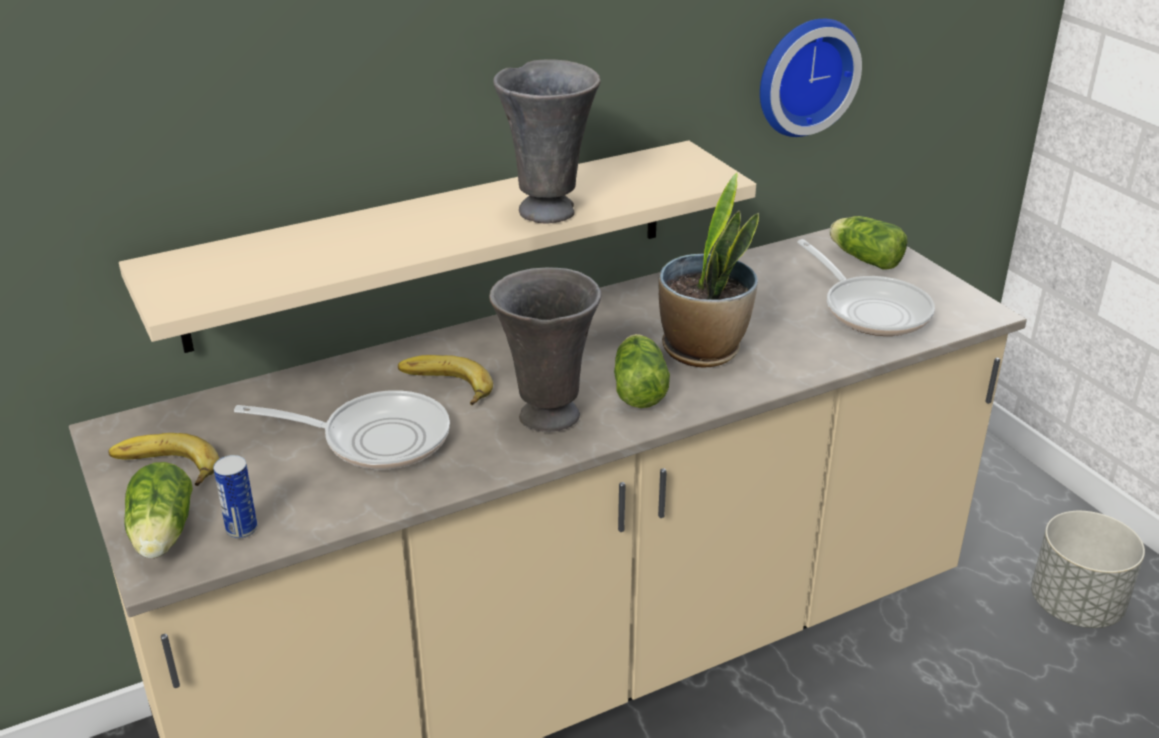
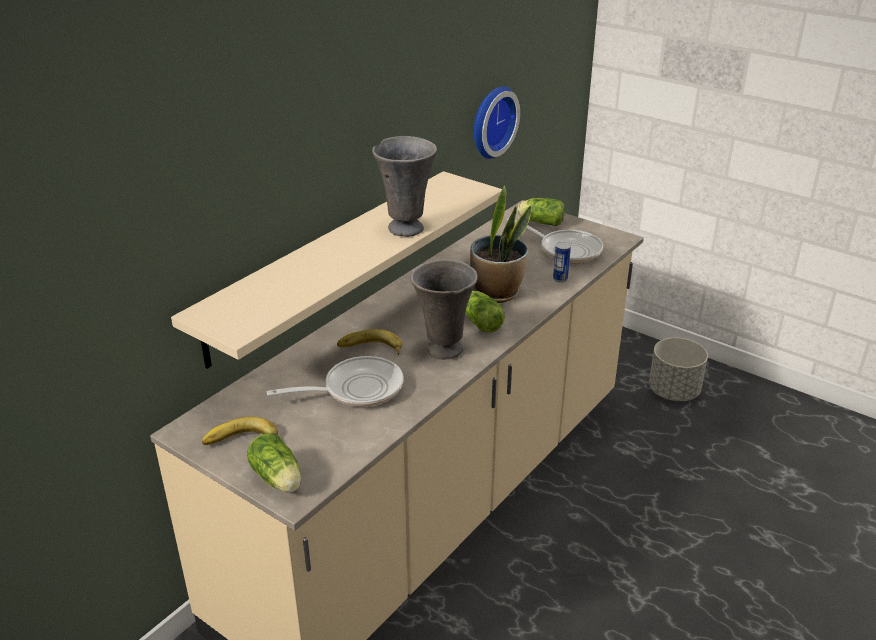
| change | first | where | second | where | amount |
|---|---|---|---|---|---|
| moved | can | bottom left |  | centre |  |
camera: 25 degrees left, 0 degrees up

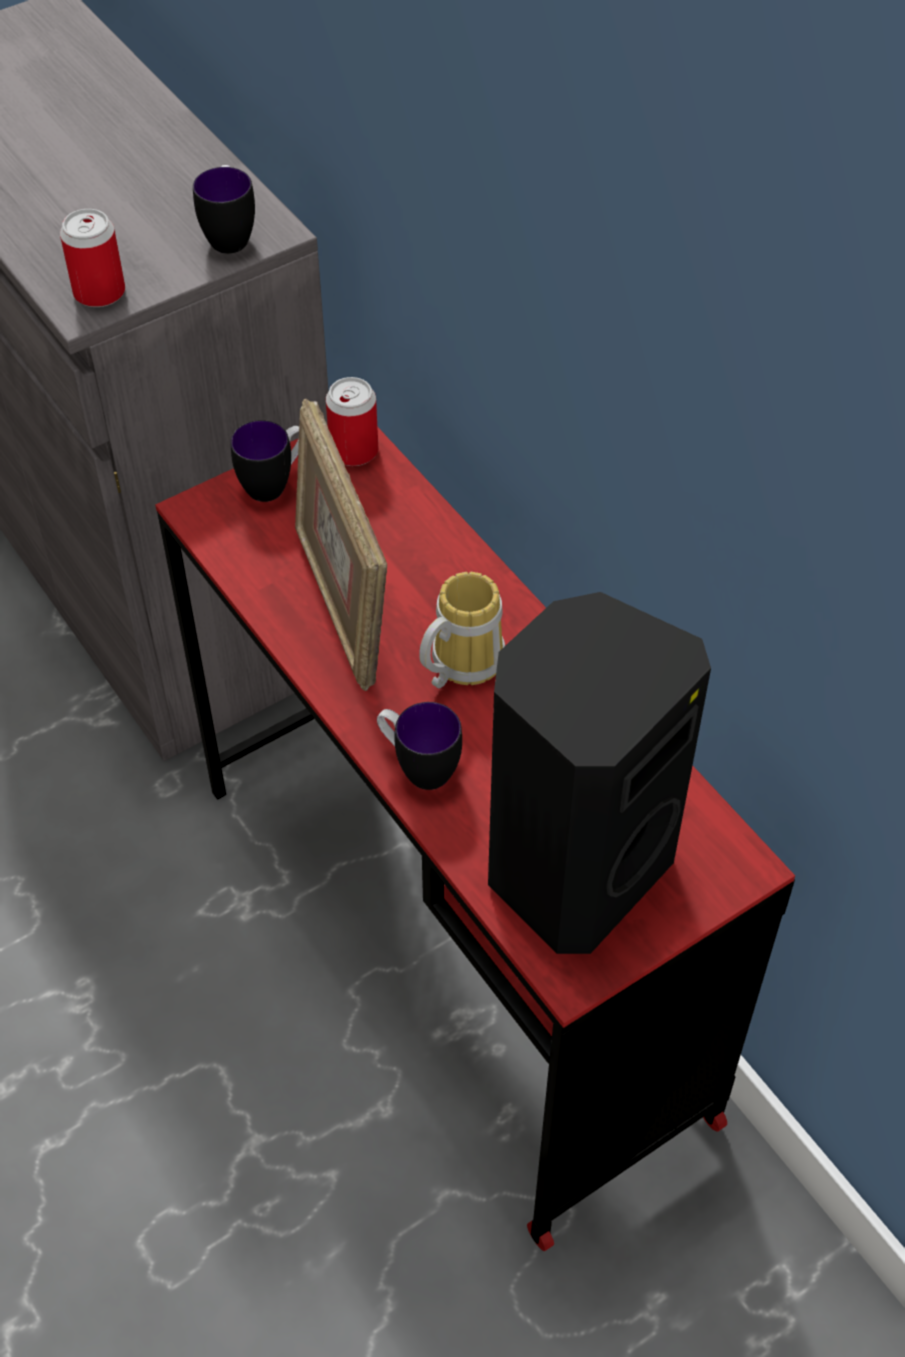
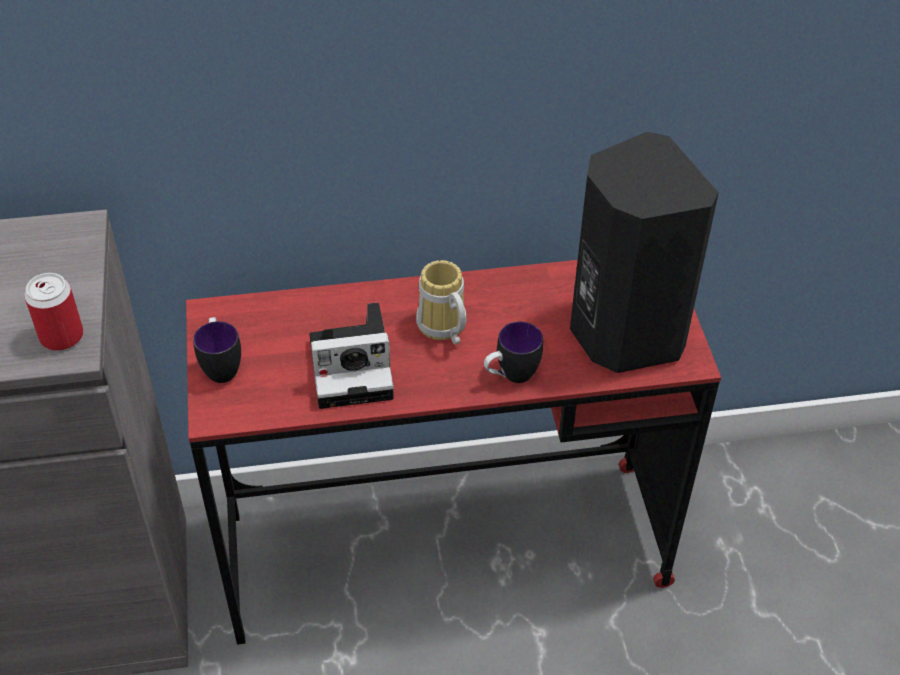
| change | first | where | second | where | amount |
|---|---|---|---|---|---|
| removed | mug (1st from left) | top left |  |  |  |
| removed | can (2nd from left) | top centre |  |  |  |
| replaced | picture frame | centre | photo camera | centre |  |
camera: 65 degrees left, 5 degrees down

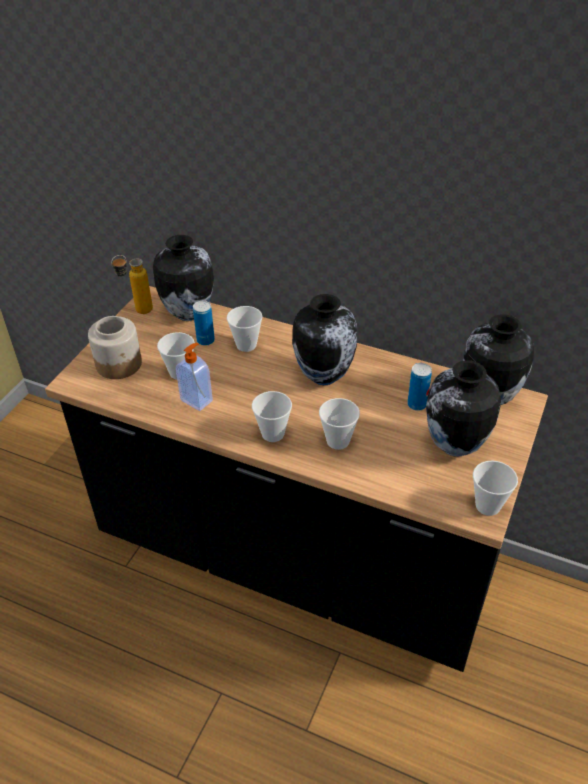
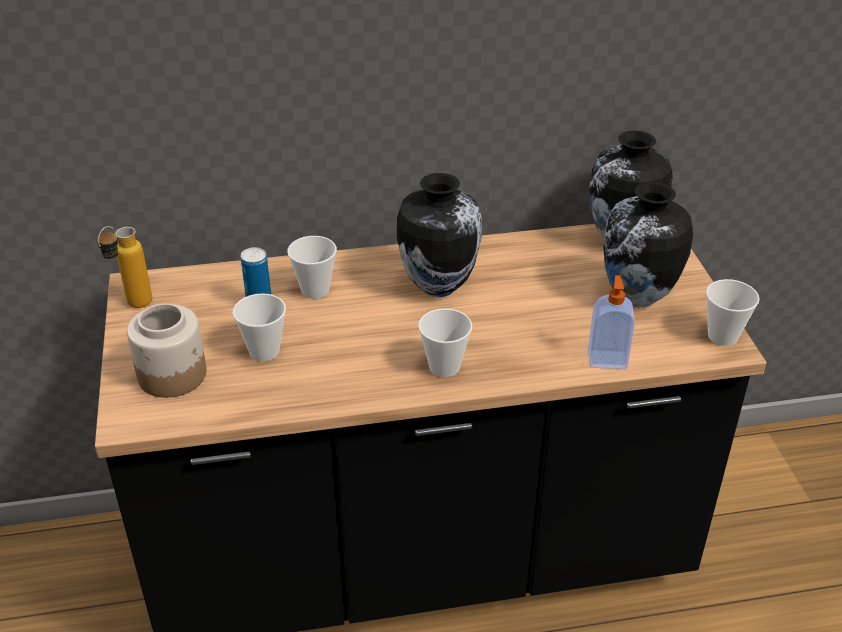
| change | first | where | second | where | amount |
|---|---|---|---|---|---|
| removed | vase (1st from left) | middle left |  |  |  |
| moved | soap dispenser | middle left |  | middle right |  |
| removed | can (2nd from left) | middle right |  |  |  |
| removed | cup (4th from left) | centre |  |  |  |
camera: 35 degrees left, 5 degrees down

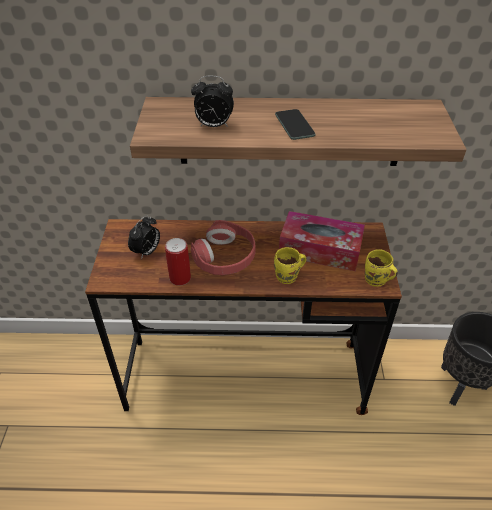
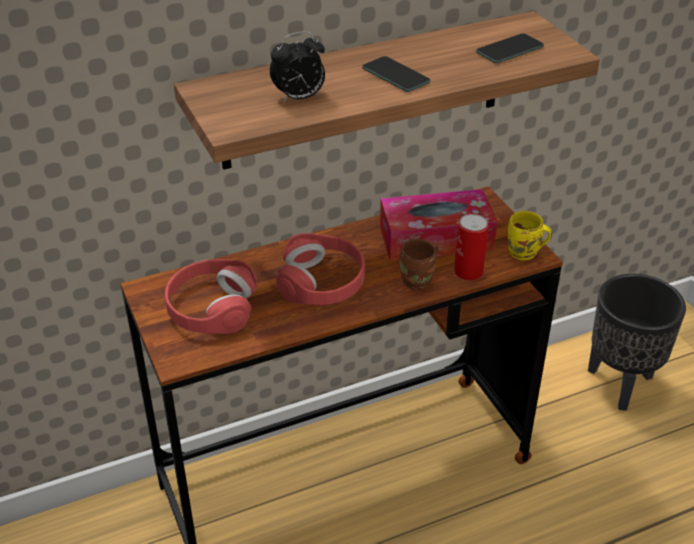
| change | first | where | second | where | amount |
|---|---|---|---|---|---|
| replaced | alarm clock (1st from left) | middle left | headphones/red (1st from left) | middle left |  |
| moved | can | centre |  | middle right |  |
| recoloured | mug/yellow (1st from left) | centre | mug/brown | centre |  |
| added |  |  | phone (2nd from left) | top right |  |
camera: 25 degrees left, 5 degrees down

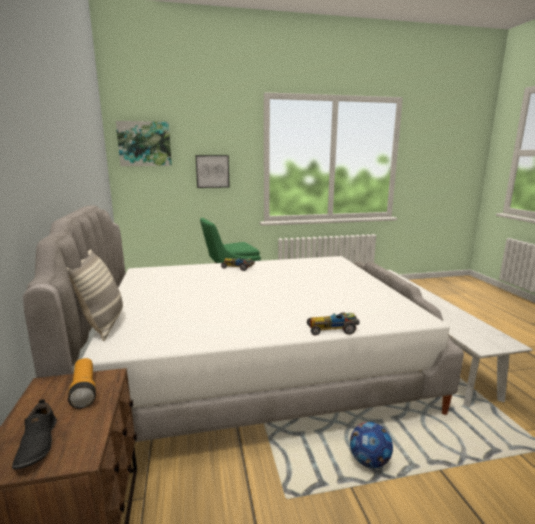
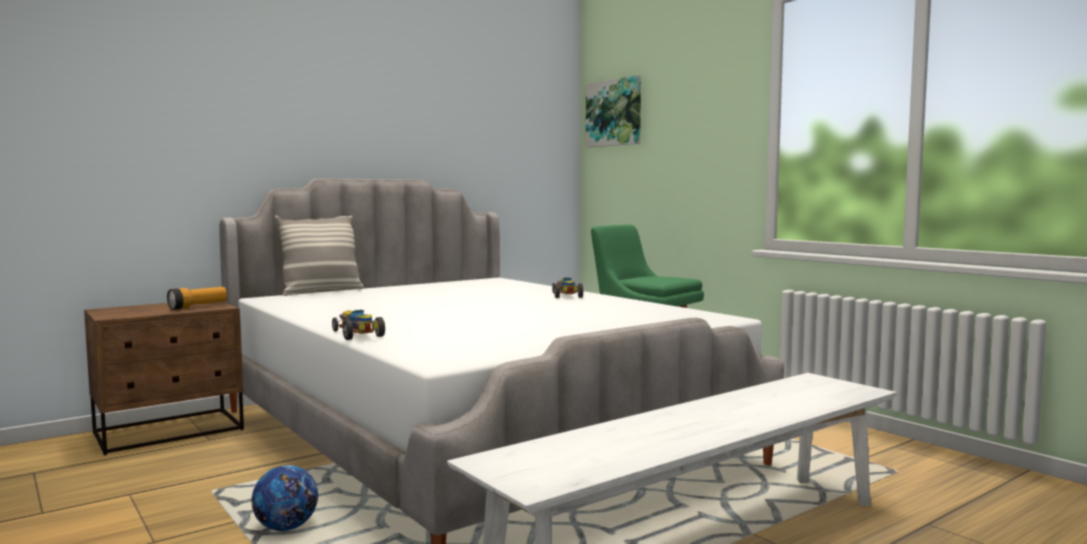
| change | first | where | second | where | amount |
|---|---|---|---|---|---|
| removed | picture (2nd from left) | top centre |  |  |  |
| removed | shoe/black | bottom left |  |  |  |
camera: 65 degrees right, 10 degrees down

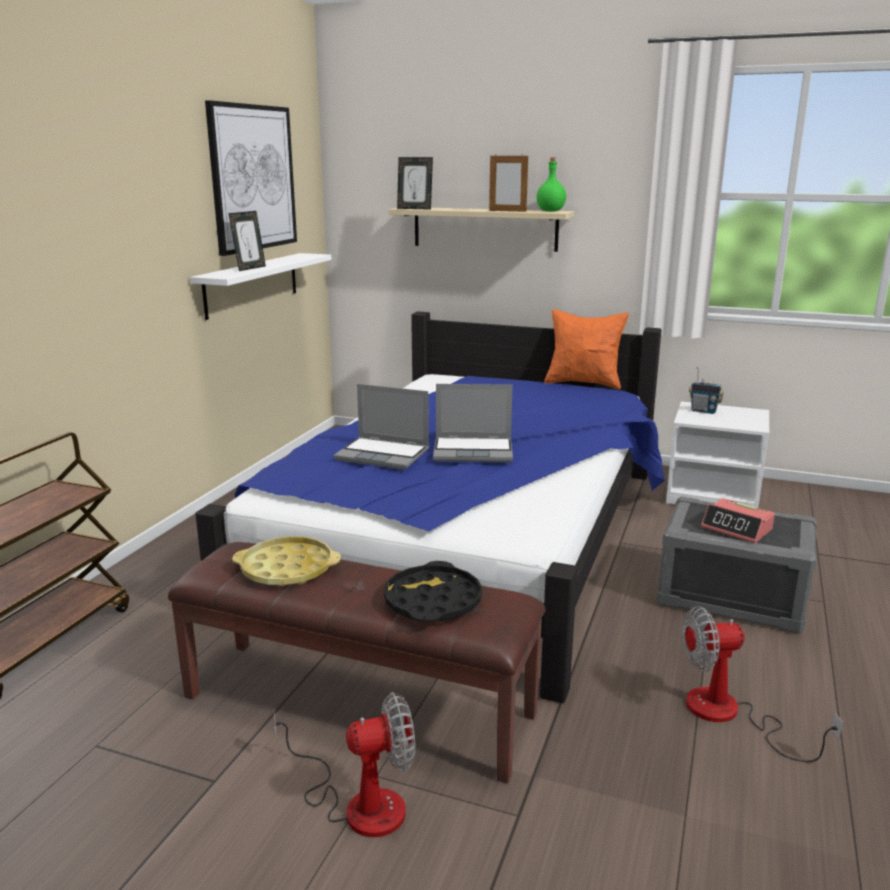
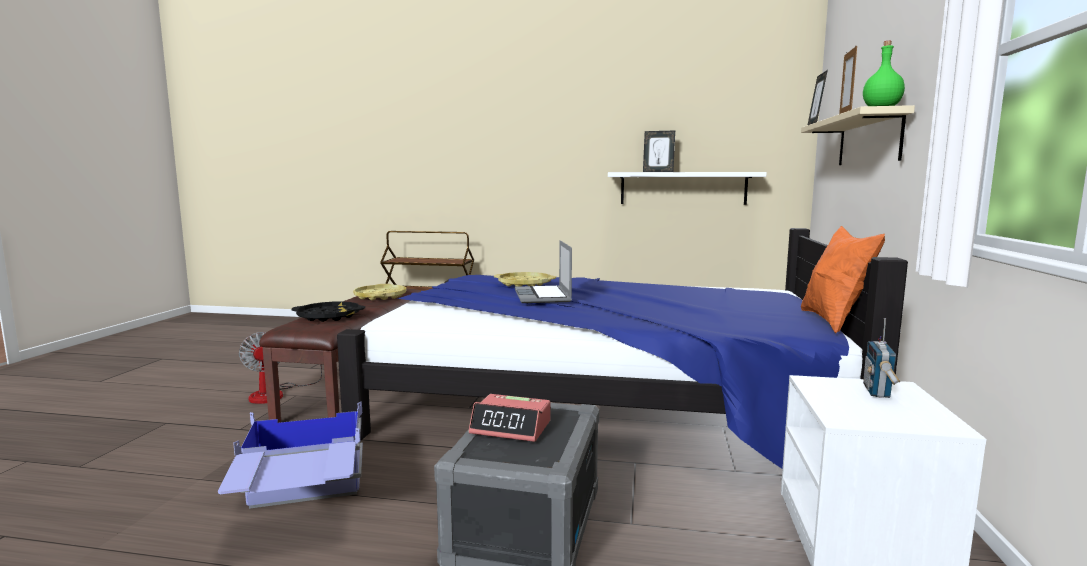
| change | first | where | second | where | amount |
|---|---|---|---|---|---|
| removed | picture | top left |  |  |  |
| replaced | laptop (1st from left) | centre | tray/yellow (2nd from left) | centre |  |
| turned | alarm clock | middle right |  | bottom centre | 105 degrees counterclockwise |
| replaced | fan (2nd from left) | bottom right | storage box/blue | bottom left |  |
camera: 80 degrees right, 10 degrees down

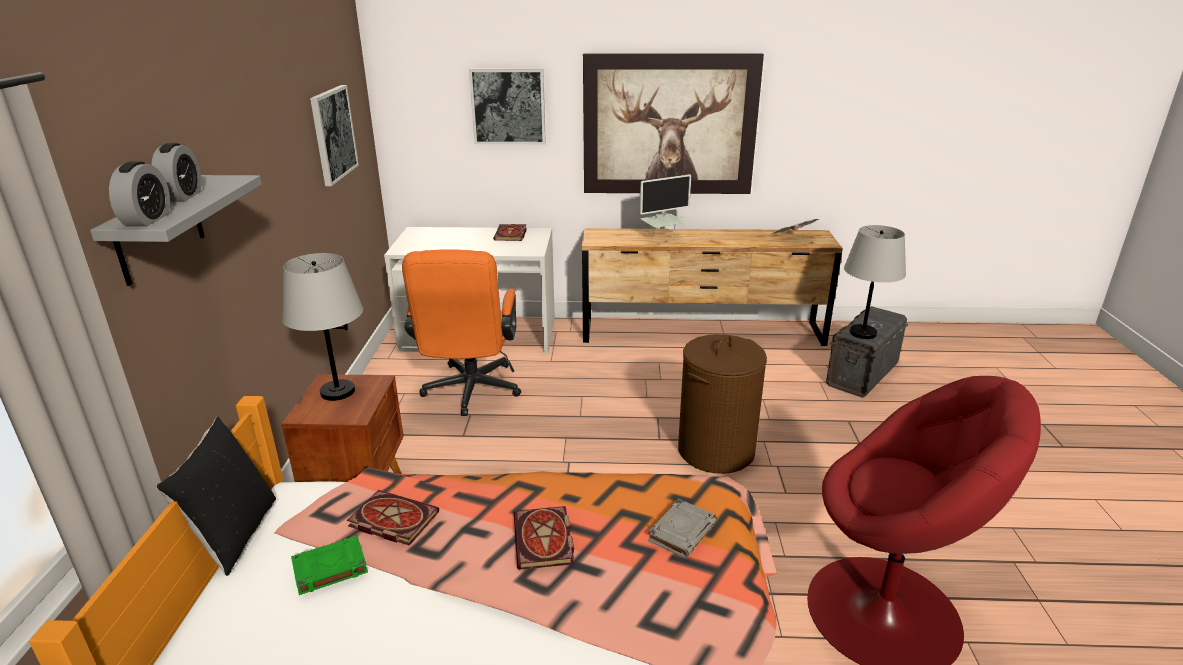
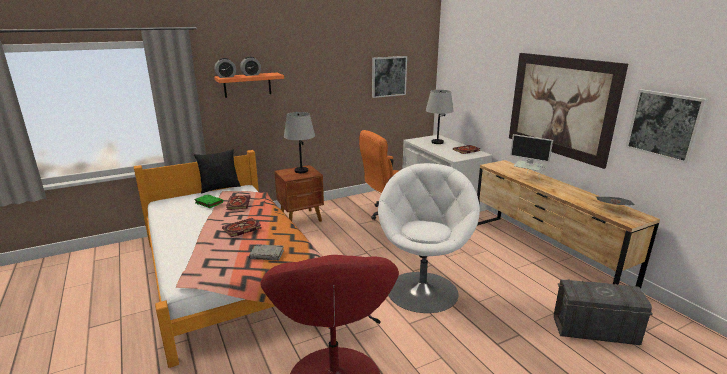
| change | first | where | second | where | amount |
|---|---|---|---|---|---|
| moved | picture (2nd from left in the first image) | top centre | picture (3rd from left) | middle right |  |
| recoloured | shelf/grey | middle left | shelf/orange | top centre |  |
| moved | table lamp/grey (2nd from left) | middle right |  | top centre |  |
| replaced | laundry basket/brown | centre | armchair/white | centre |  |
camera: 60 degrees right, 5 degrees down

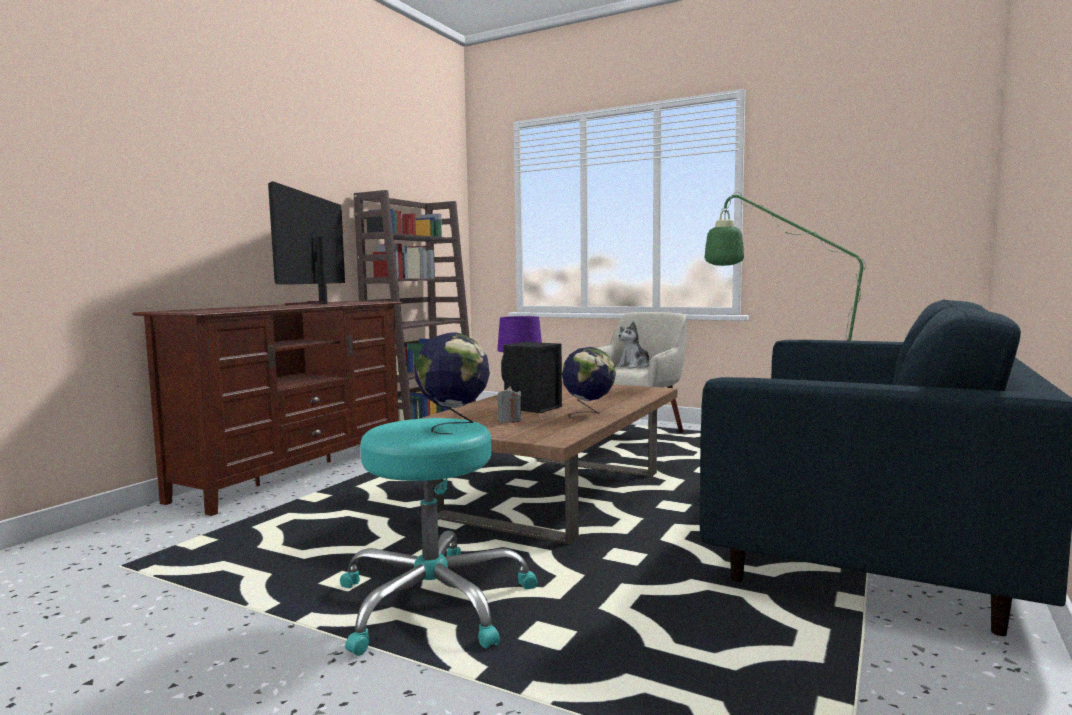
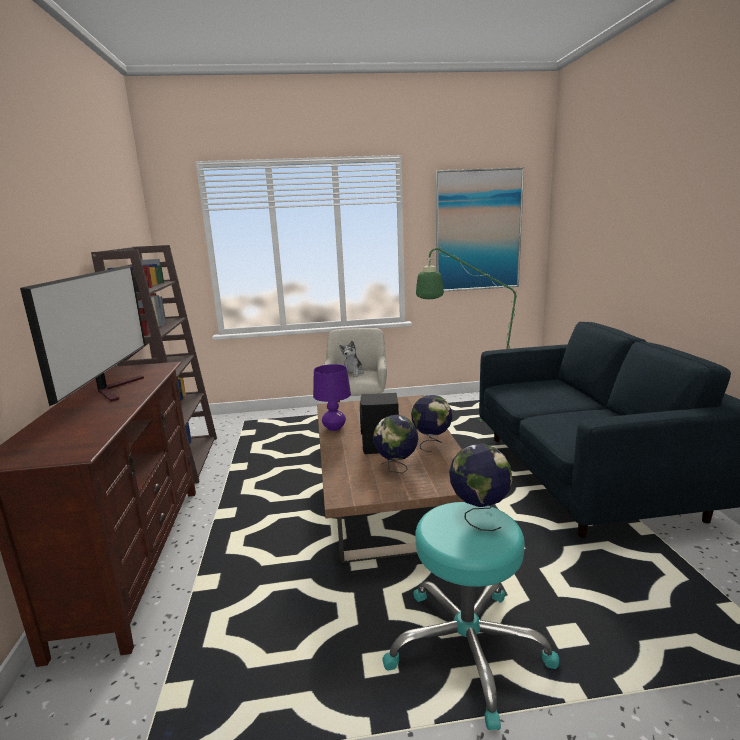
| change | first | where | second | where | amount |
|---|---|---|---|---|---|
| turned | television | middle left |  | middle left | 150 degrees counterclockwise |
| replaced | candle/grey | centre | globe (1st from left) | centre |  |
| added |  |  | picture | top centre |  |
camera: 35 degrees left, 10 degrees up

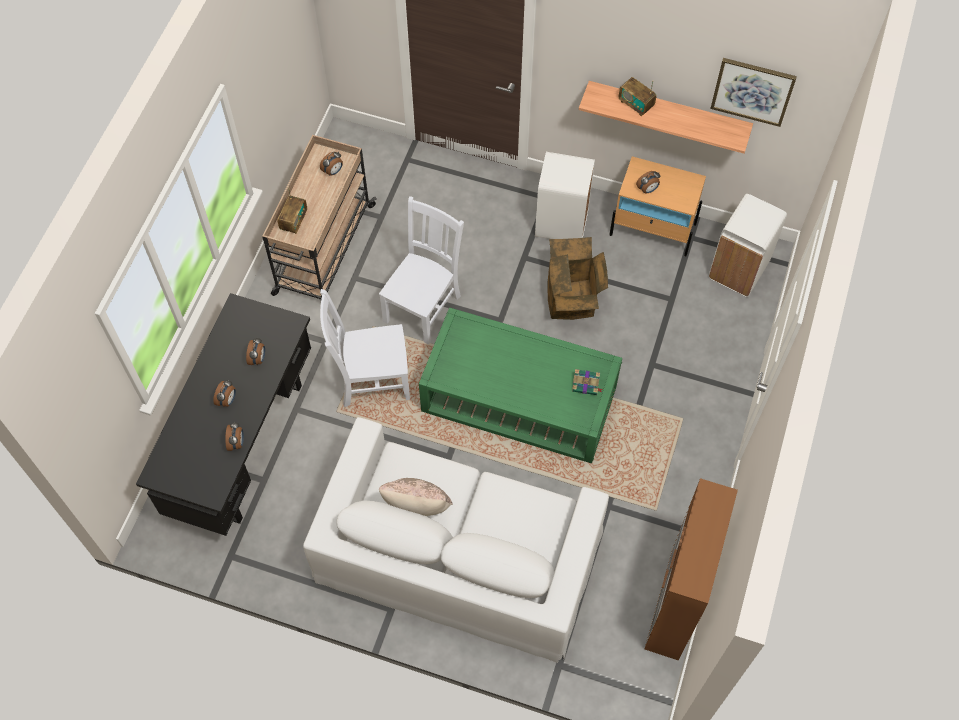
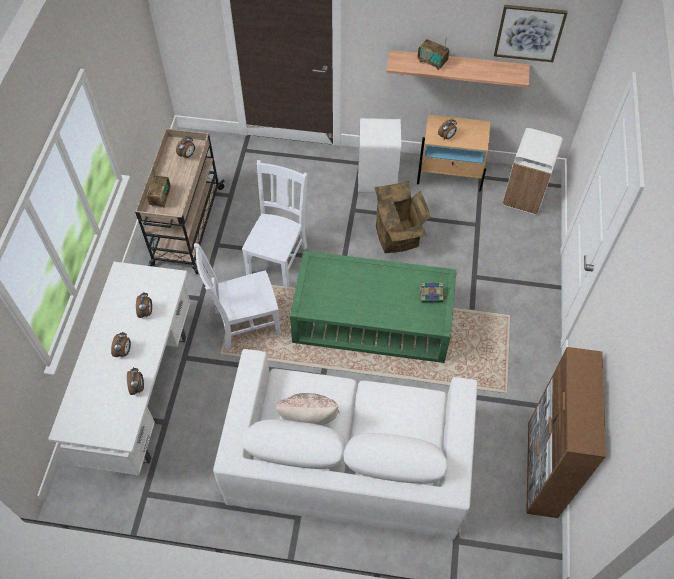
| change | first | where | second | where | amount |
|---|---|---|---|---|---|
| recoloured | desk/black | middle left | desk/white | middle left |  |
camera: 10 degrees left, 5 degrees down

